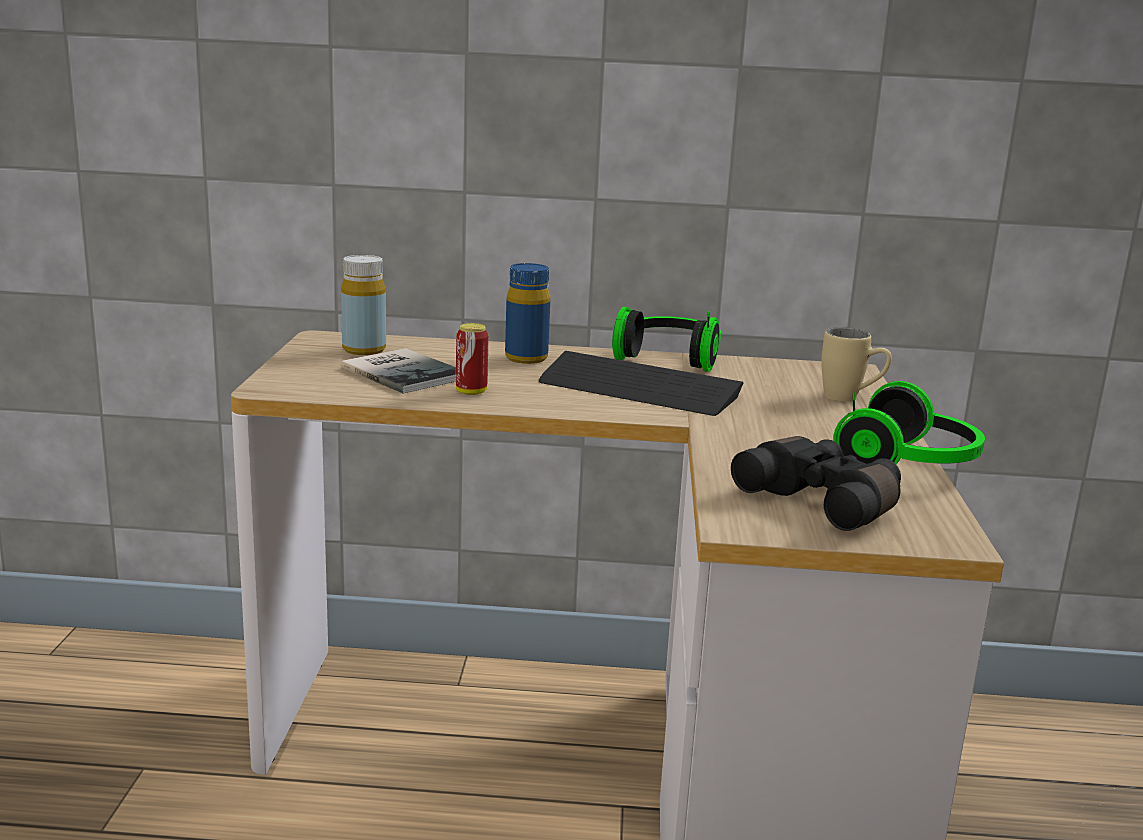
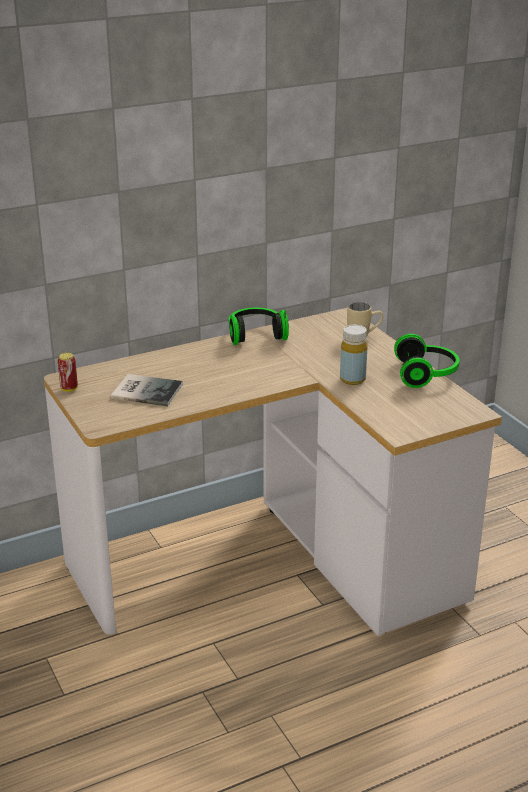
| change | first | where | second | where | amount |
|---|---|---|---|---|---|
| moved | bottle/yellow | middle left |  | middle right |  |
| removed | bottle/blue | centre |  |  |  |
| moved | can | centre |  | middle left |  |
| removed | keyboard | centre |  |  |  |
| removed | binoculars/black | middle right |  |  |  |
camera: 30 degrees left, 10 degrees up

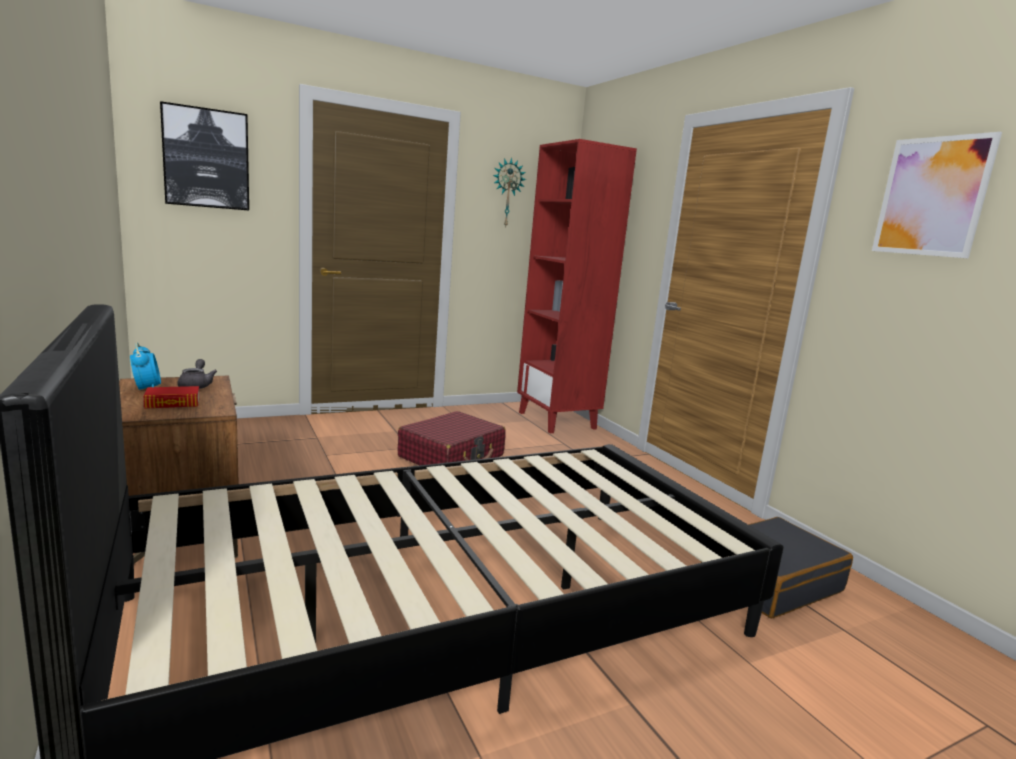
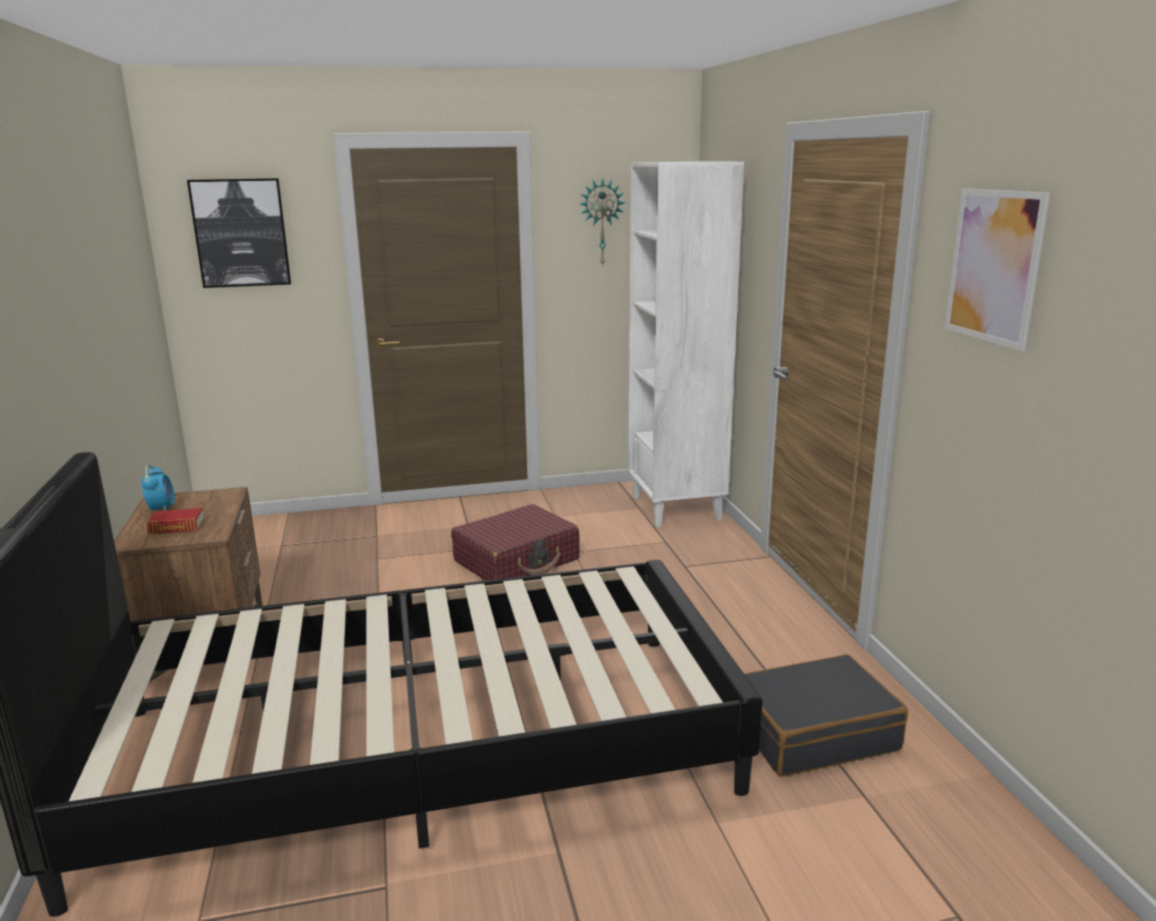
| change | first | where | second | where | amount |
|---|---|---|---|---|---|
| recoloured | bookcase/red | centre | bookcase/white | centre |  |
| removed | teapot/grey | middle left |  |  |  |
camera: 15 degrees right, 5 degrees up

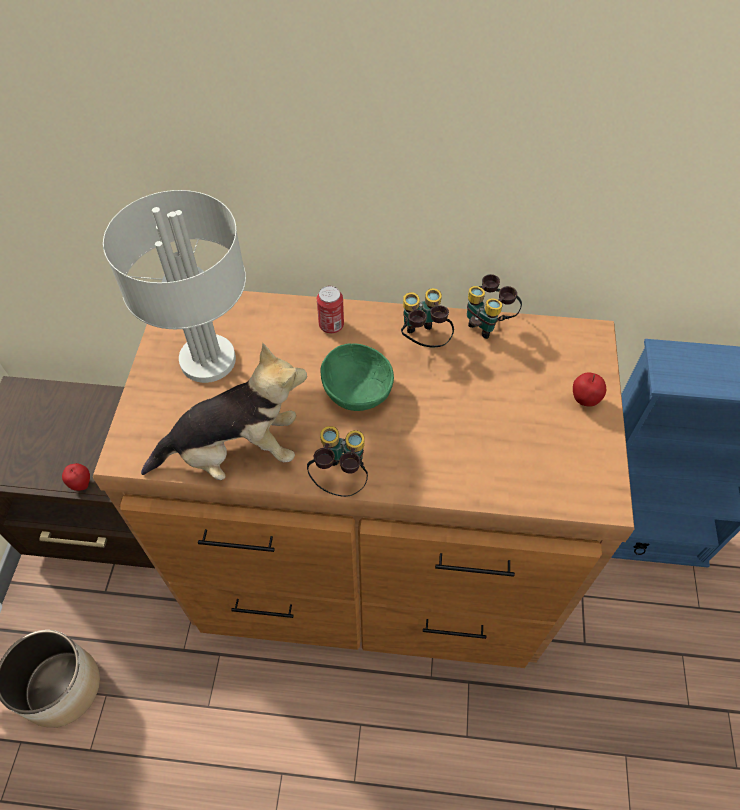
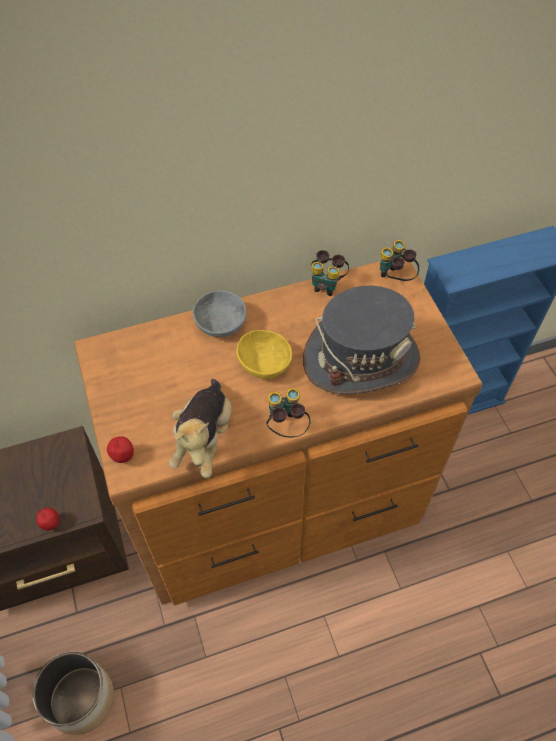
| change | first | where | second | where | amount |
|---|---|---|---|---|---|
| removed | table lamp/grey | middle left |  |  |  |
| replaced | can | centre | bowl/grey | centre |  |
| moved | binoculars (2nd from left in the first image) | centre | binoculars (3rd from left) | middle right |  |
| turned | plush toy | middle left |  | centre | 135 degrees clockwise |
| recoloured | bowl/green | centre | bowl/yellow | centre |  |
| moved | apple (2nd from left) | middle right |  | middle left |  |
| added |  |  | hat/grey | centre |  |
camera: 25 degrees left, 0 degrees up

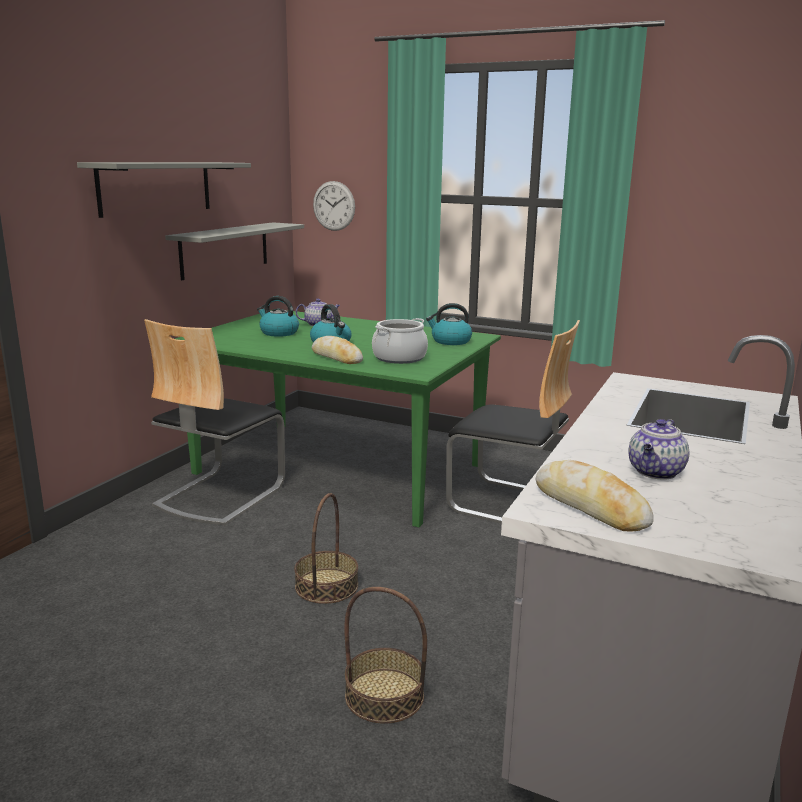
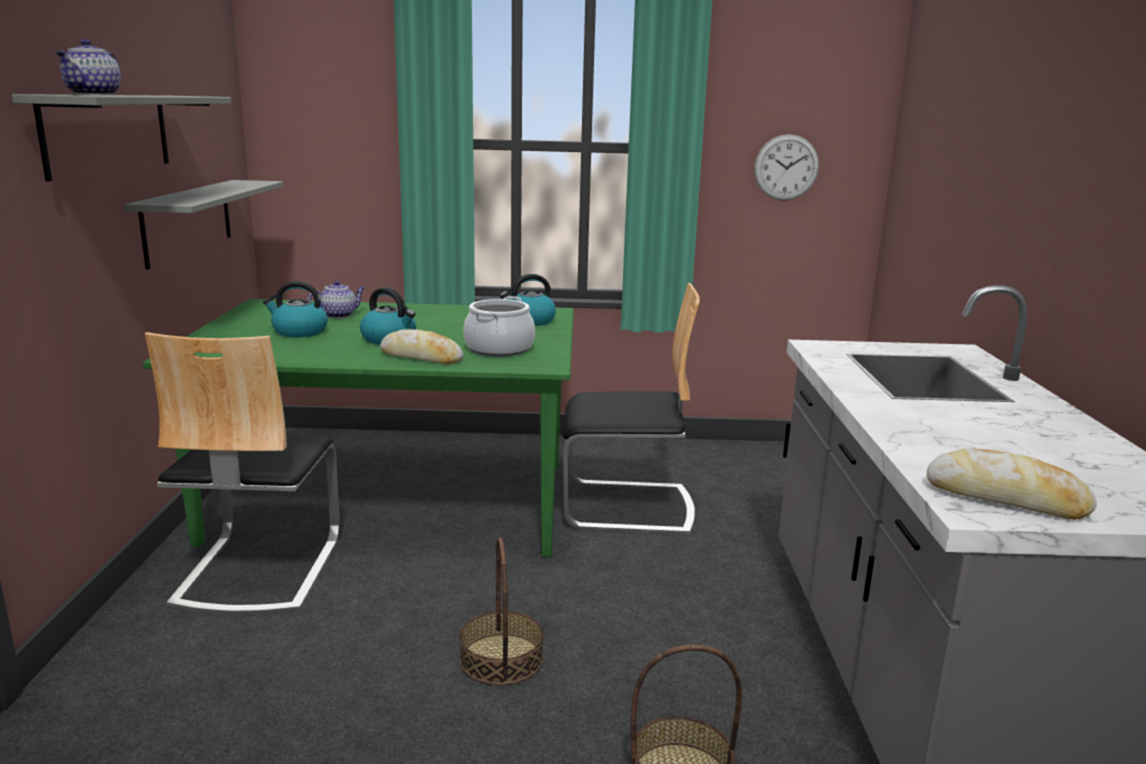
| change | first | where | second | where | amount |
|---|---|---|---|---|---|
| moved | wall clock | top centre |  | top right |  |
| moved | teapot (2nd from left in the first image) | middle right | teapot (1st from left) | top left |  |
camera: 25 degrees left, 0 degrees up

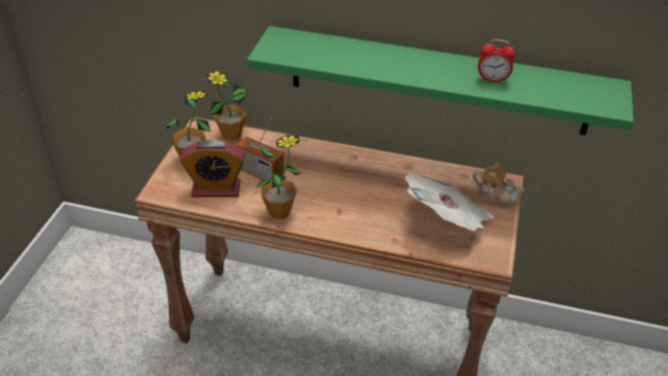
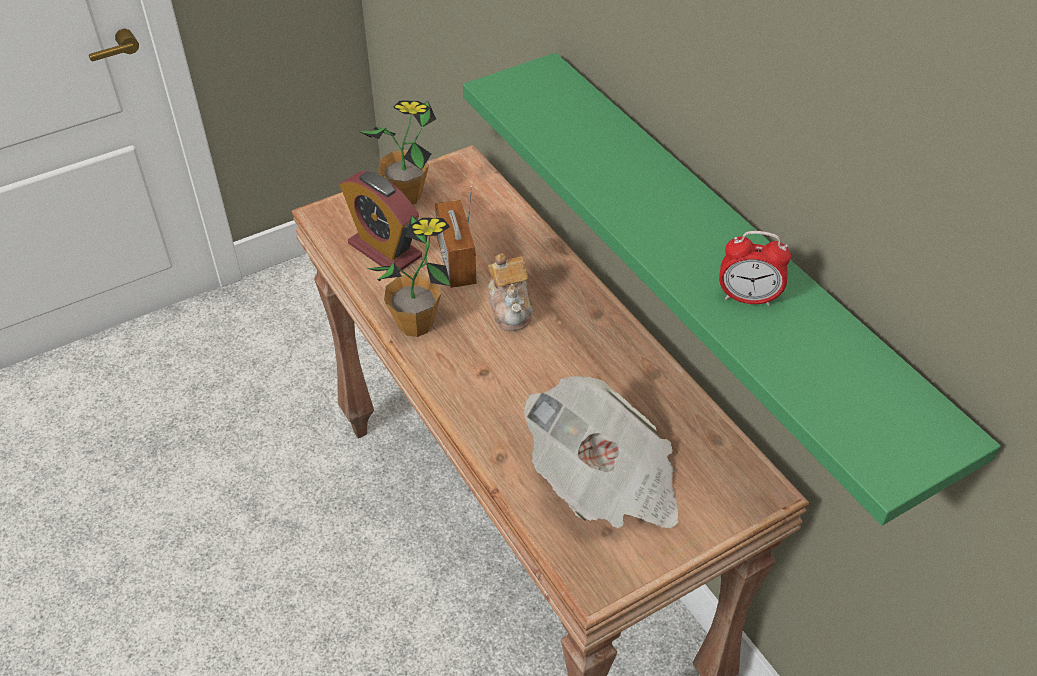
| change | first | where | second | where | amount |
|---|---|---|---|---|---|
| turned | alarm clock (2nd from left) | top right |  | middle right | 45 degrees counterclockwise |
| removed | potted plant (2nd from left) | top centre |  |  |  |
| moved | teapot | middle right |  | centre |  |
camera: 45 degrees right, 5 degrees up

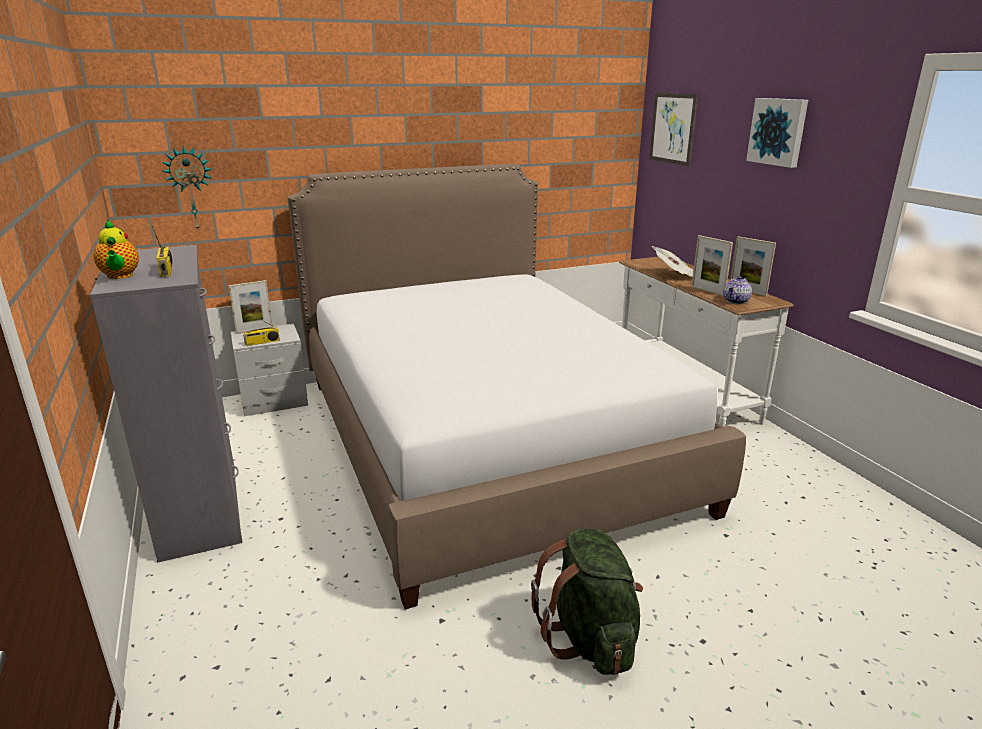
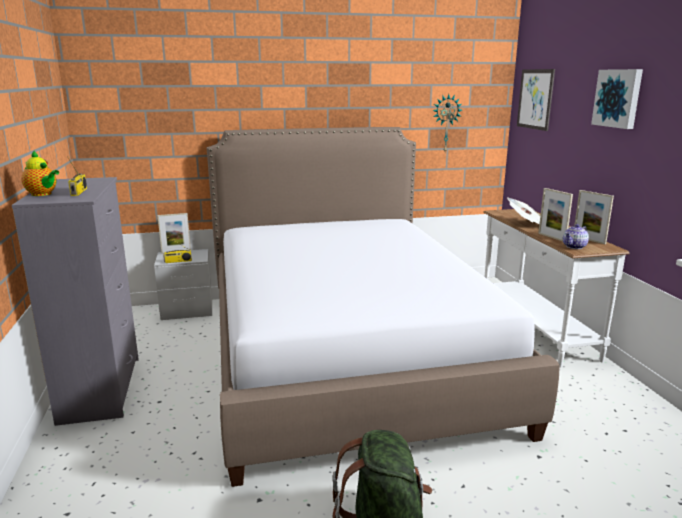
| change | first | where | second | where | amount |
|---|---|---|---|---|---|
| moved | wall clock | top left |  | top centre |  |
| turned | teapot (1st from left) | middle left |  | middle left | 45 degrees counterclockwise |
camera: 10 degrees right, 5 degrees down

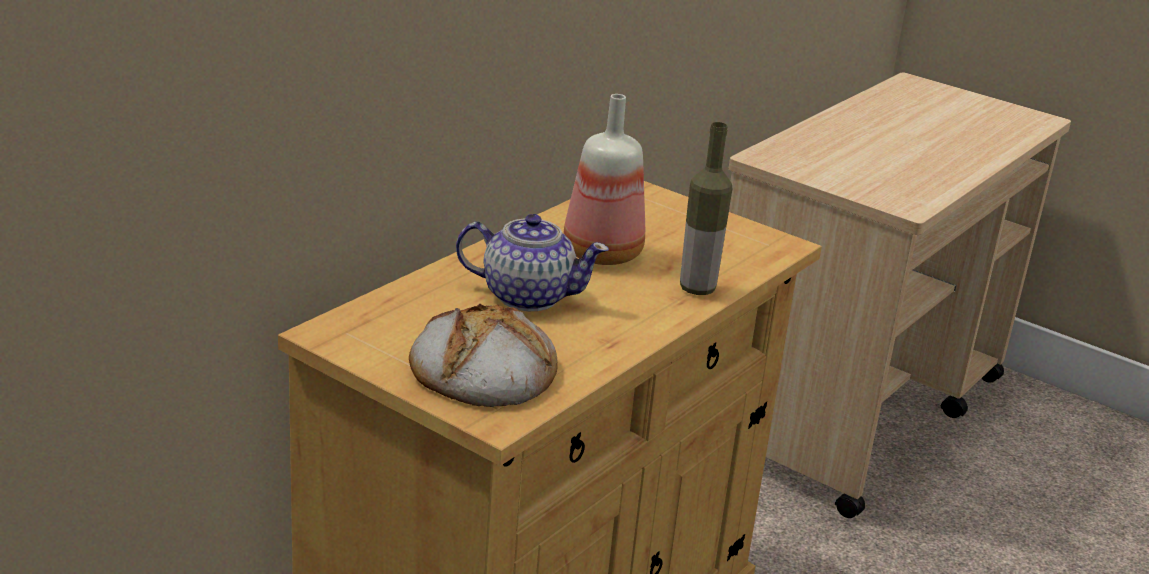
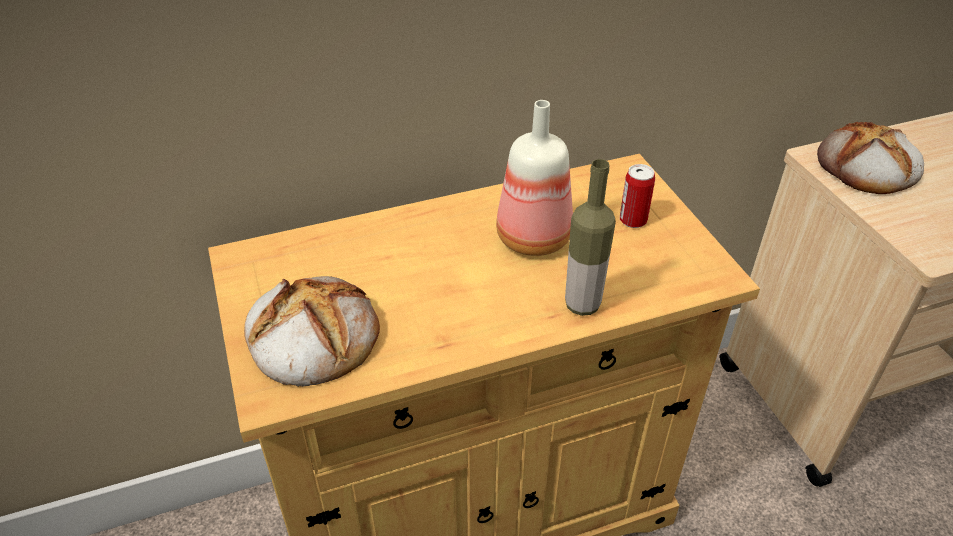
| change | first | where | second | where | amount |
|---|---|---|---|---|---|
| removed | teapot | centre |  |  |  |
| added |  |  | bread (2nd from left) | top right |  |
| added |  |  | can | middle right |  |
camera: 35 degrees right, 15 degrees up

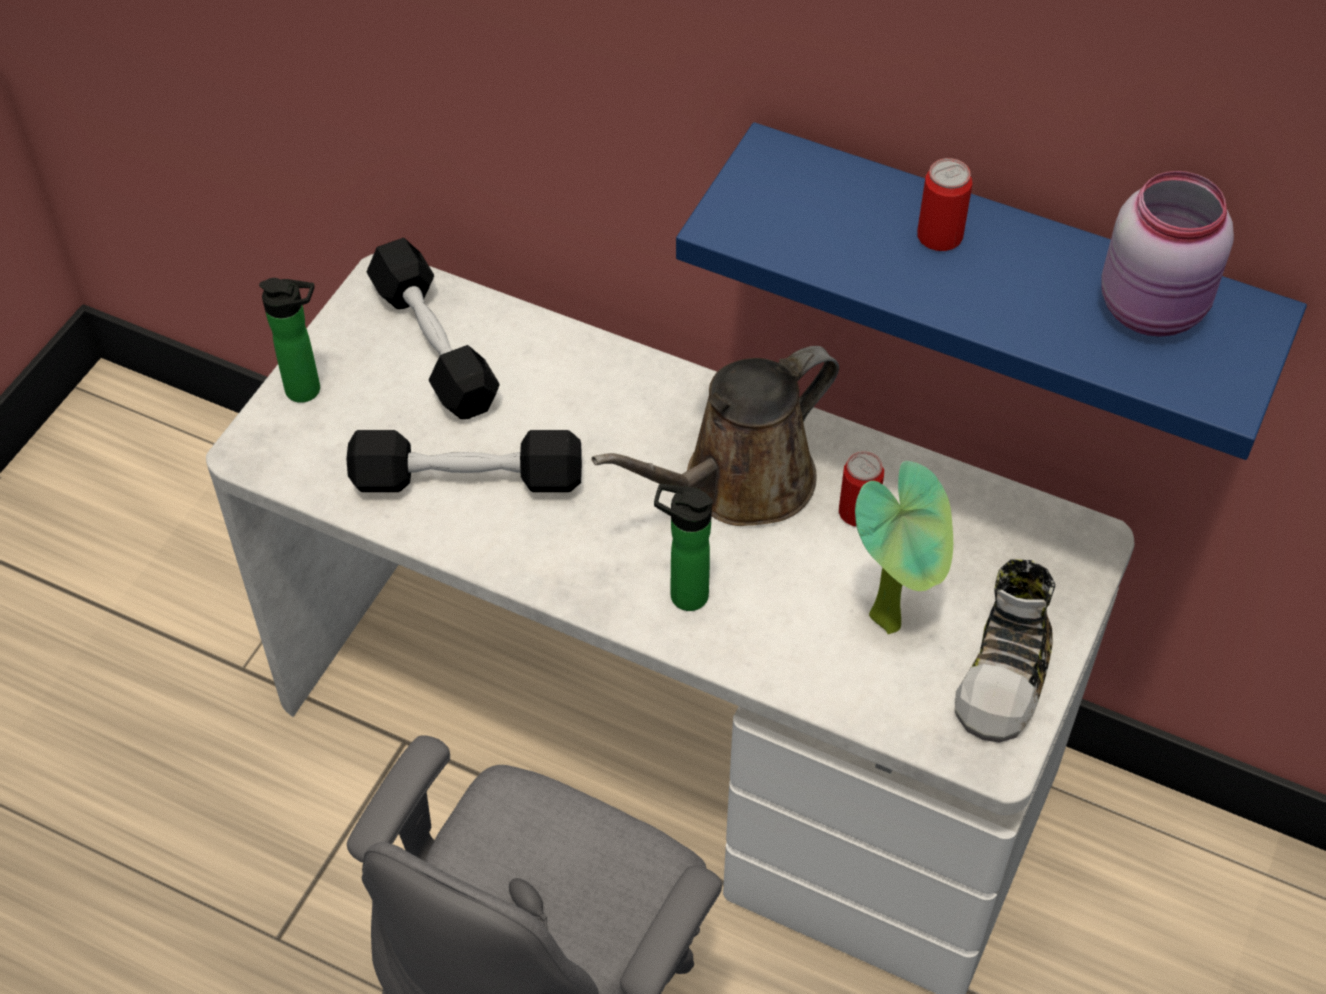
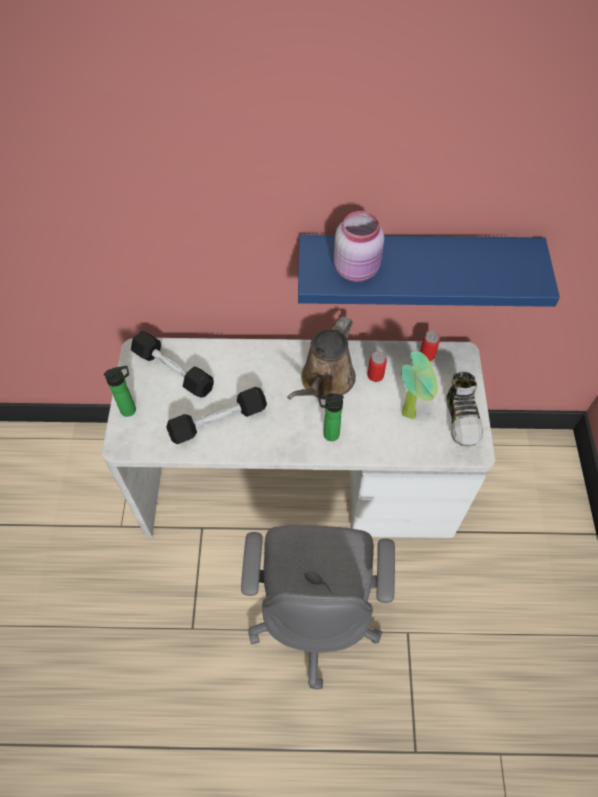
| change | first | where | second | where | amount |
|---|---|---|---|---|---|
| moved | can (2nd from left) | top right |  | middle right |  |
| moved | jar/pink | top right |  | top centre |  |
camera: 25 degrees left, 5 degrees up

